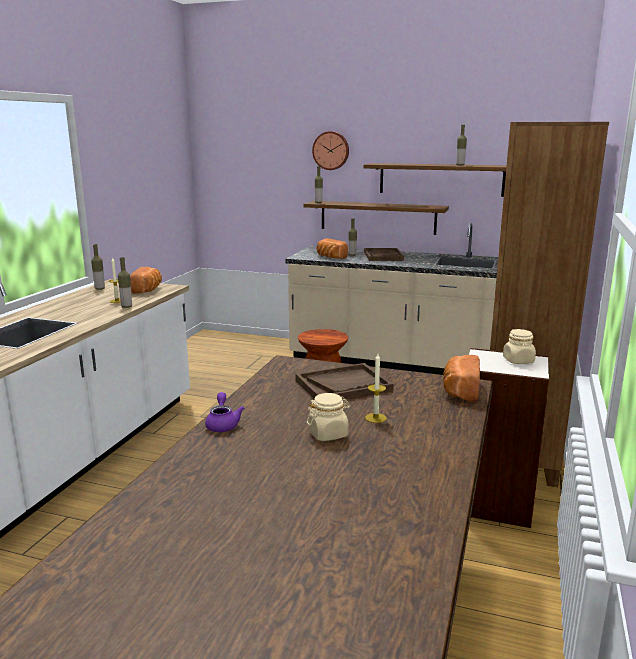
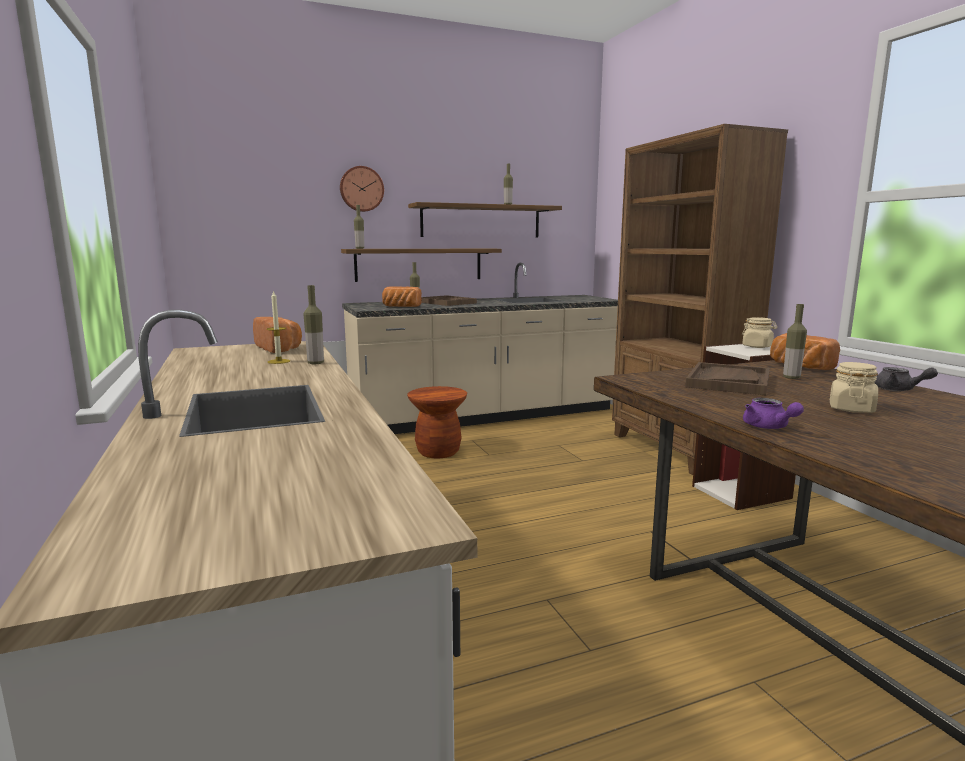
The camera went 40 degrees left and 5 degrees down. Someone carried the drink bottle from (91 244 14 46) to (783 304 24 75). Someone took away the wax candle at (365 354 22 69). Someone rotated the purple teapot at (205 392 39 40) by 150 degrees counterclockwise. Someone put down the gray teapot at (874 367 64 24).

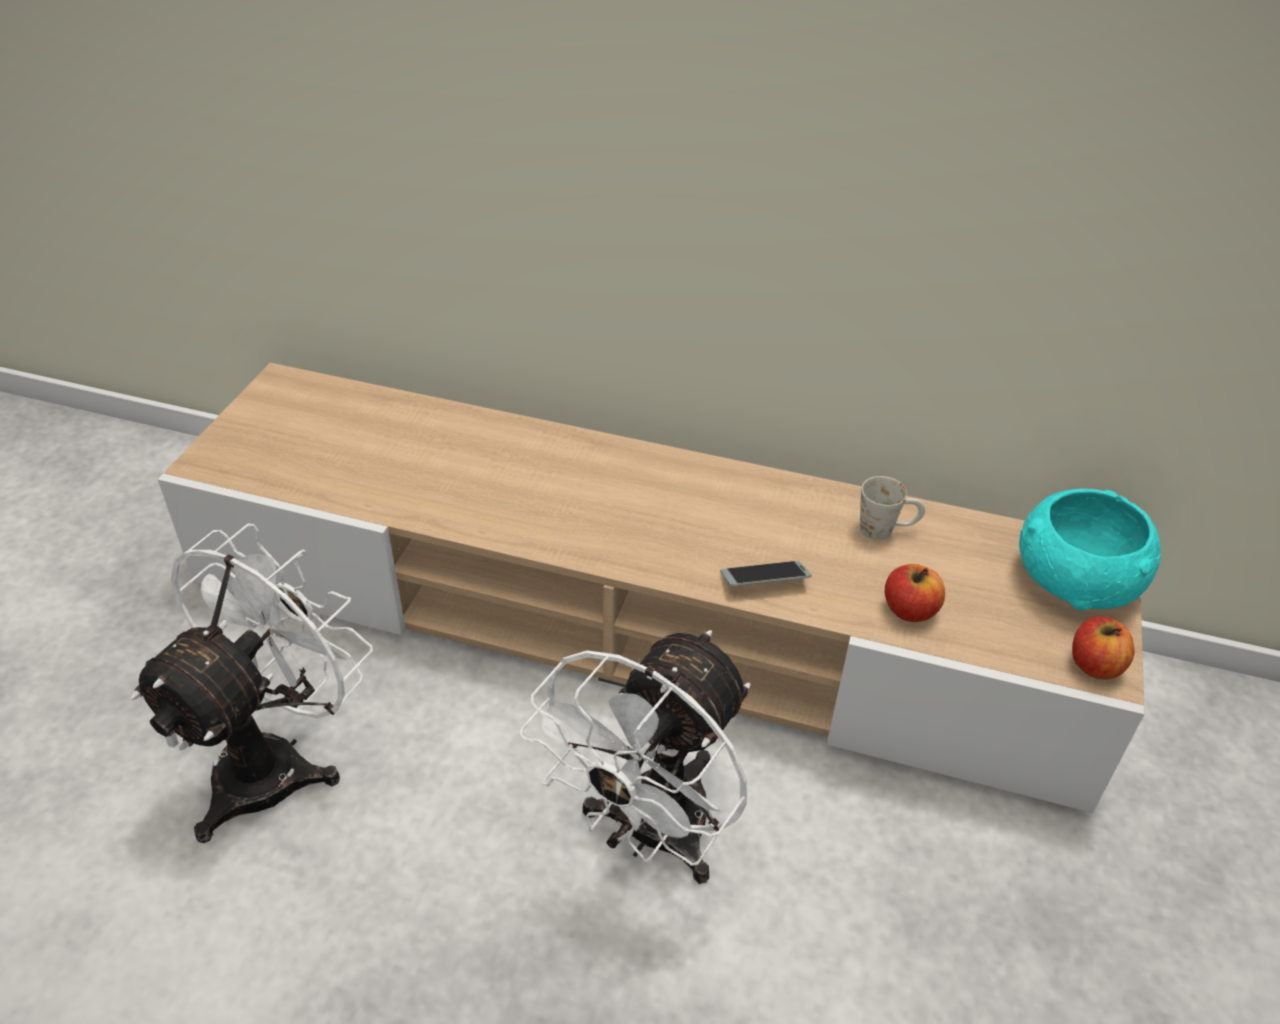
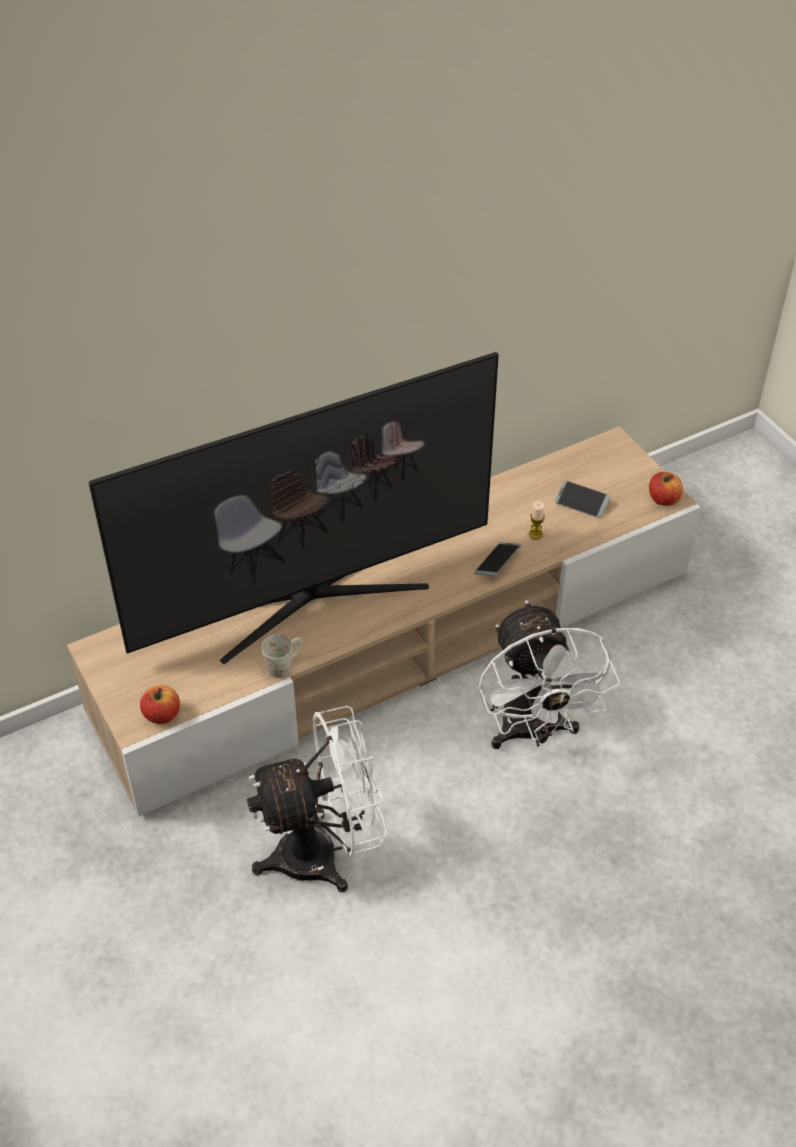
The camera went 45 degrees left and 5 degrees up. Someone carried the whitish coffee mug from (860 476 65 64) to (261 634 41 44). Someone took away the blue-green bowl at (1019 489 142 121). Someone rotated the whitish fan at (130 524 243 319) by 90 degrees clockwise. Someone carried the apple from (885 564 60 58) to (140 685 40 39). Someone put down the television at (89 352 410 312). Someone put down the phone at (555 480 55 38). Someone put down the wax candle at (529 501 16 39).

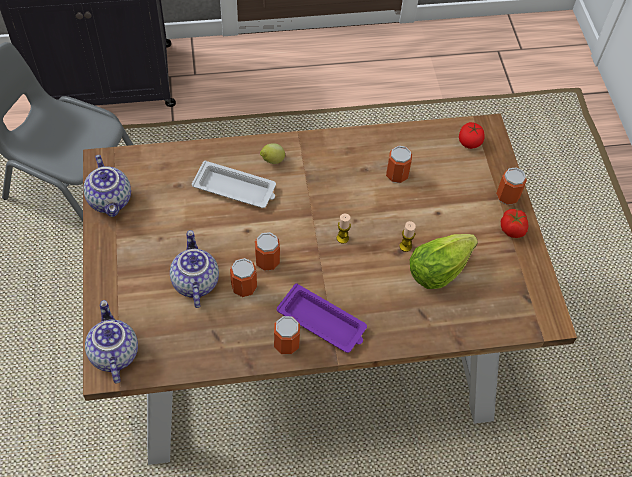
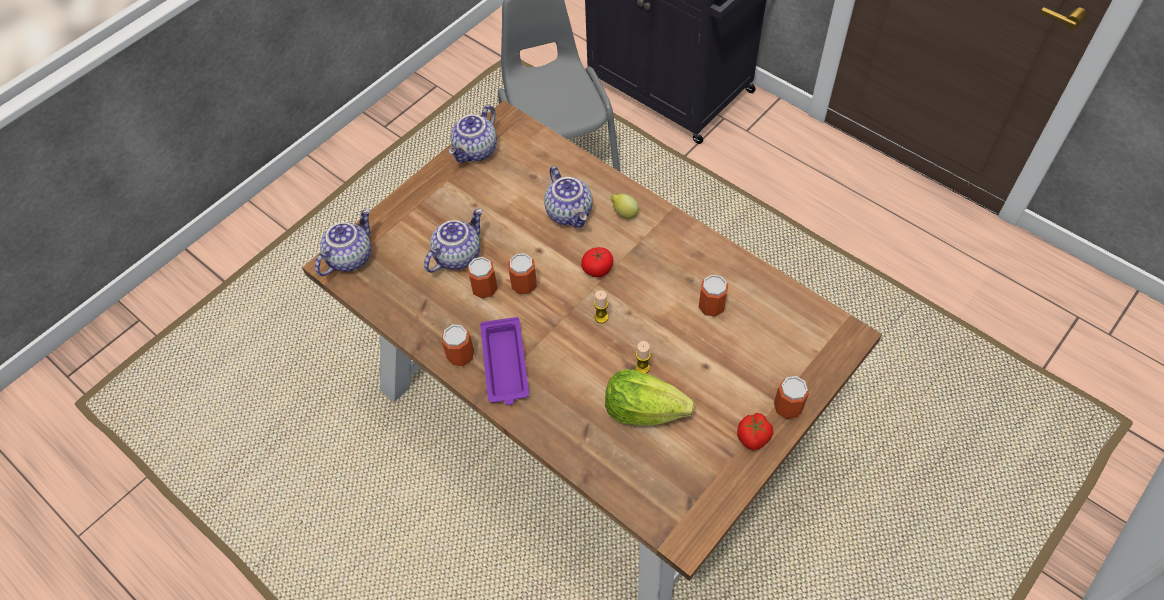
The camera went 55 degrees right and 0 degrees up. Someone carried the whole tomato from (459 122 25 27) to (581 247 33 30). Someone swapped the whitish serving tray at (192 160 84 48) for the teapot at (544 166 49 62).

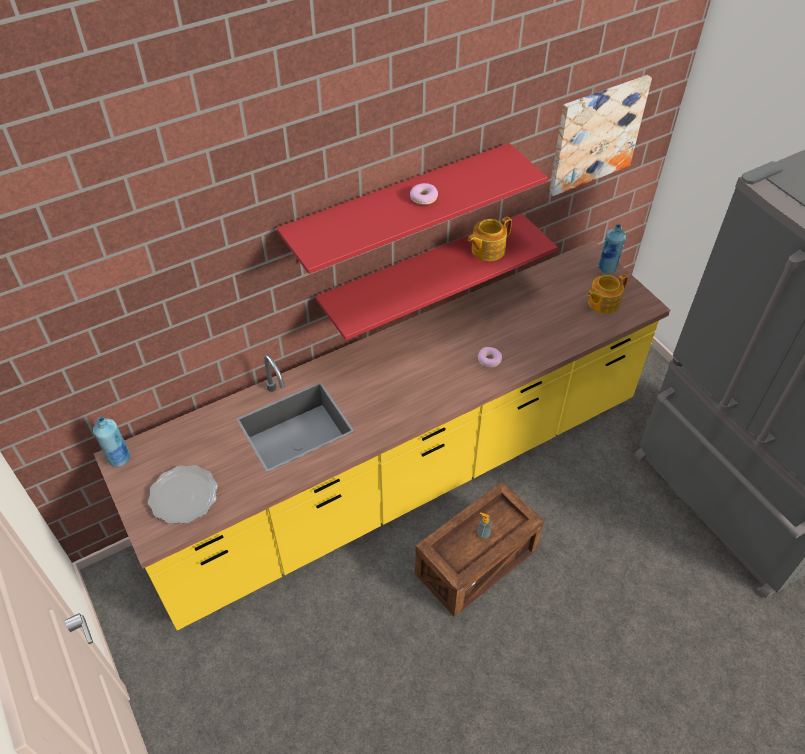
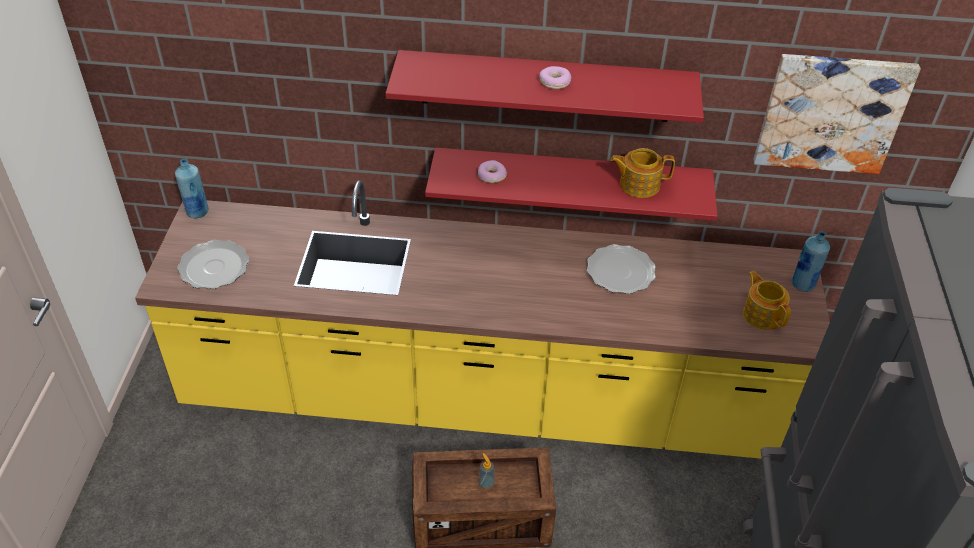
The camera went 35 degrees right and 5 degrees down. Someone rotated the teapot at (587 274 41 40) by 60 degrees clockwise. Someone carried the doughnut from (478 347 24 21) to (478 160 29 23). Someone put down the plate at (587 244 69 50).

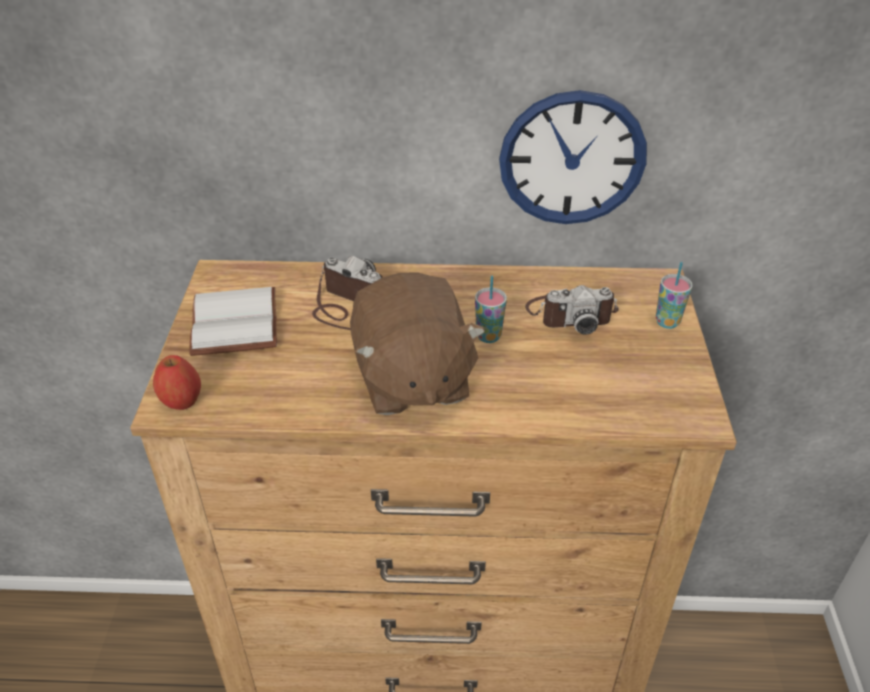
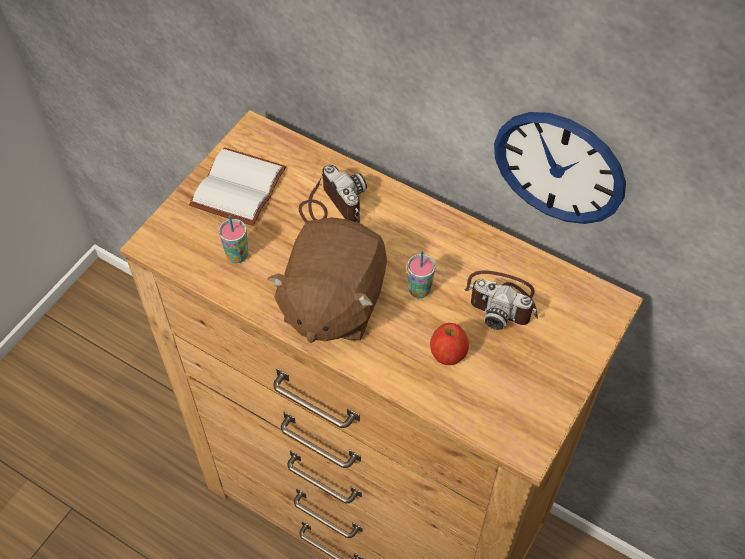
The camera went 30 degrees right and 15 degrees up. Someone carried the drinking cup from (656 262 37 67) to (219 215 29 48). Someone carried the apple from (153 355 48 55) to (430 323 39 42).

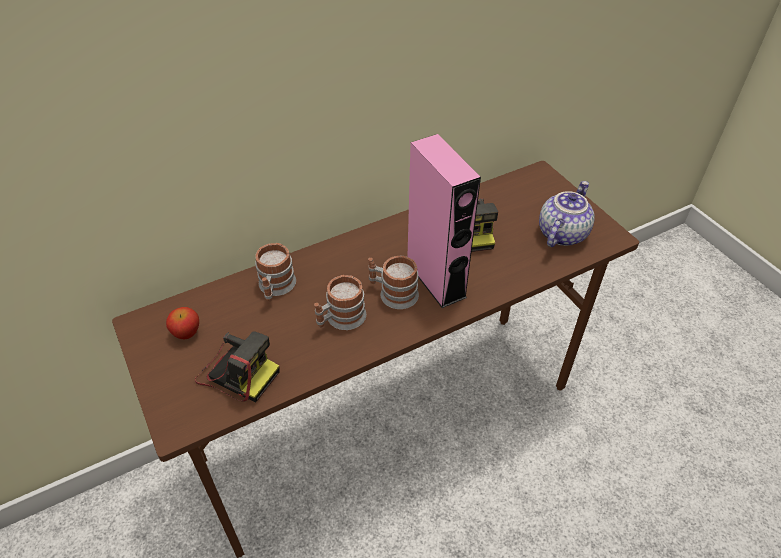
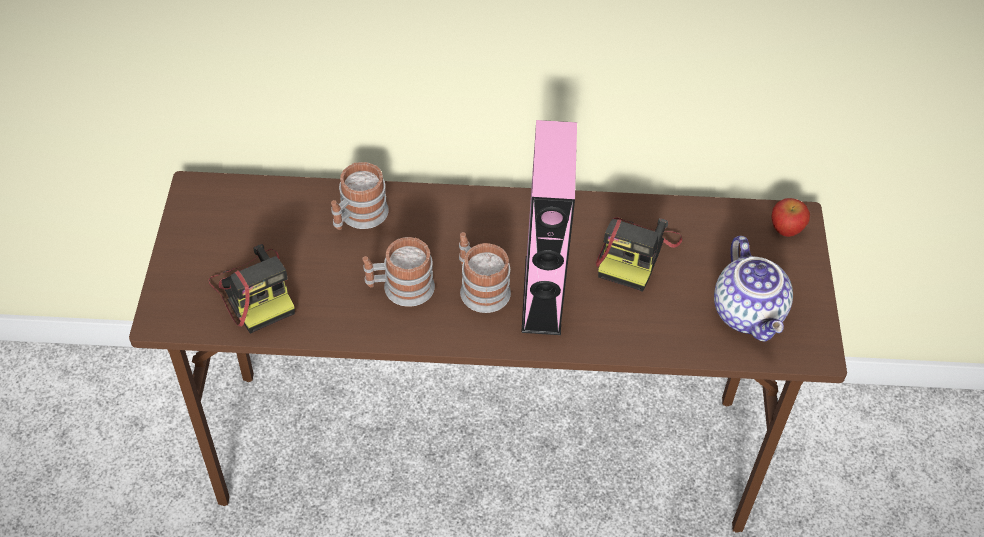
The camera went 30 degrees right and 5 degrees up. Someone rotated the teapot at (539 181 56 66) by 105 degrees clockwise. Someone carried the apple from (166 307 33 33) to (771 198 39 39).

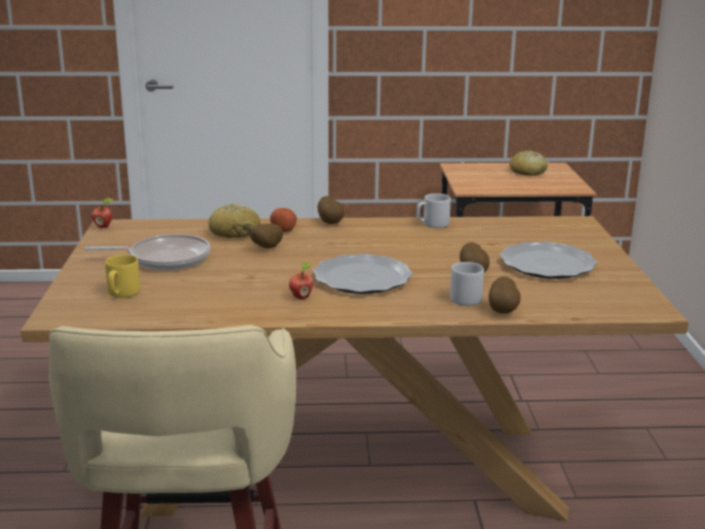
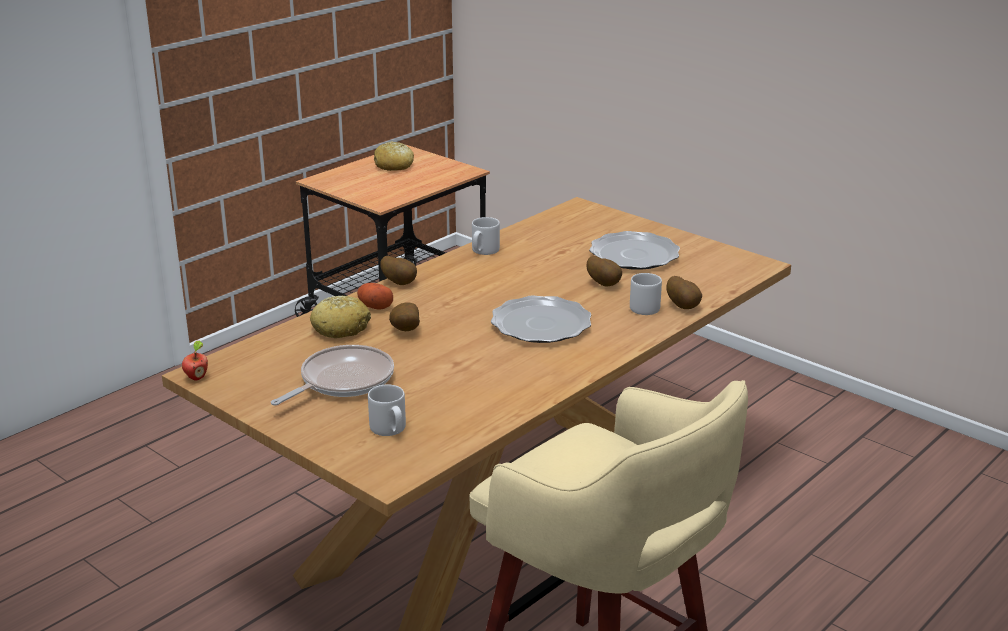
The camera went 45 degrees left and 5 degrees up. Someone repainted the yellowish coffee mug at (105 254 35 44), which became the gray coffee mug at (368 385 38 51). Someone took away the apple at (289 262 24 37).

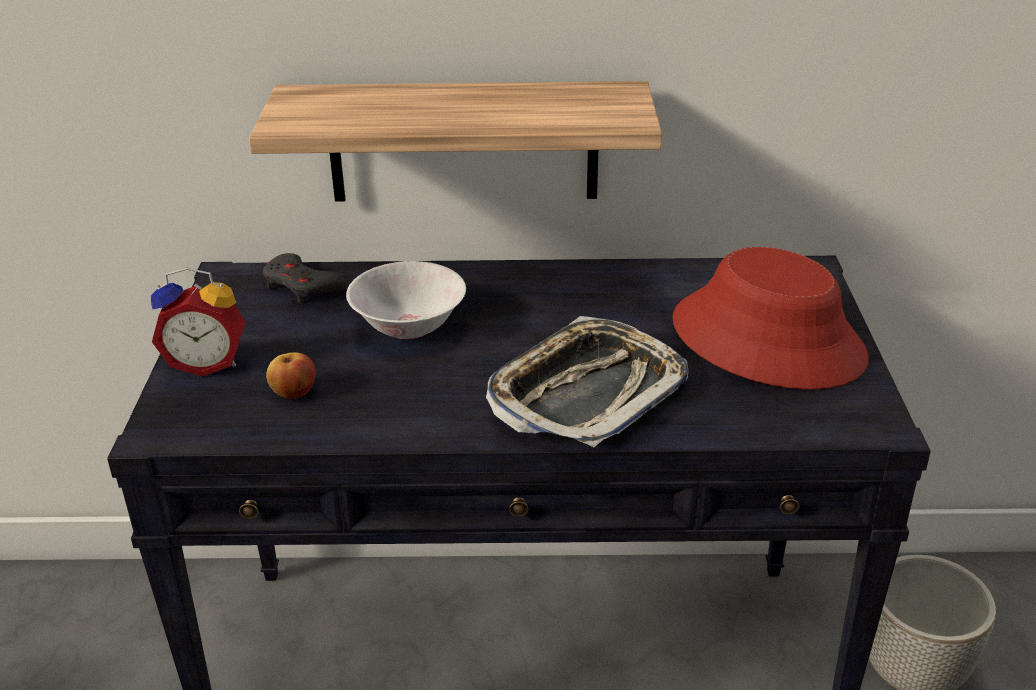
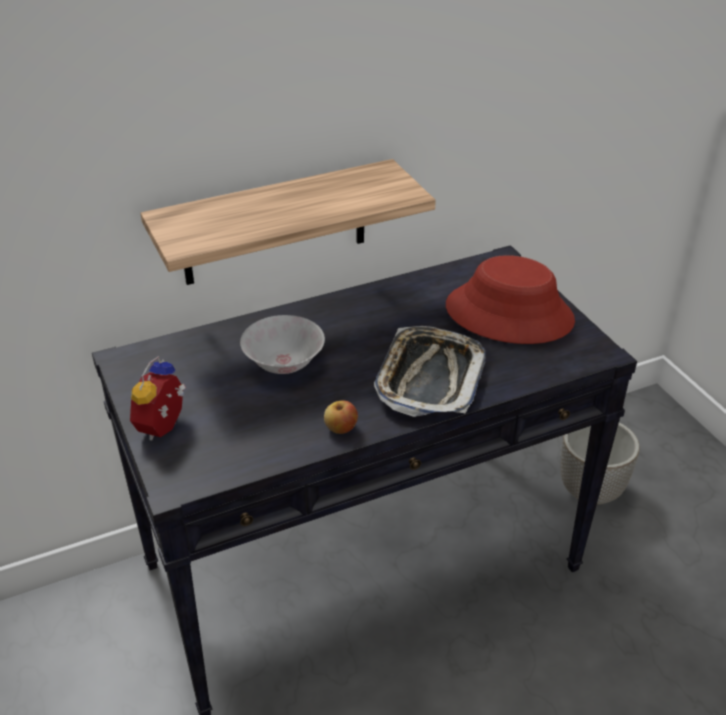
The camera went 25 degrees left and 5 degrees up. Someone took away the gray joypad at (263 253 87 50). Someone rotated the alarm clock at (151 267 95 110) by 135 degrees clockwise. Someone carried the apple from (266 353 49 46) to (324 401 34 33).

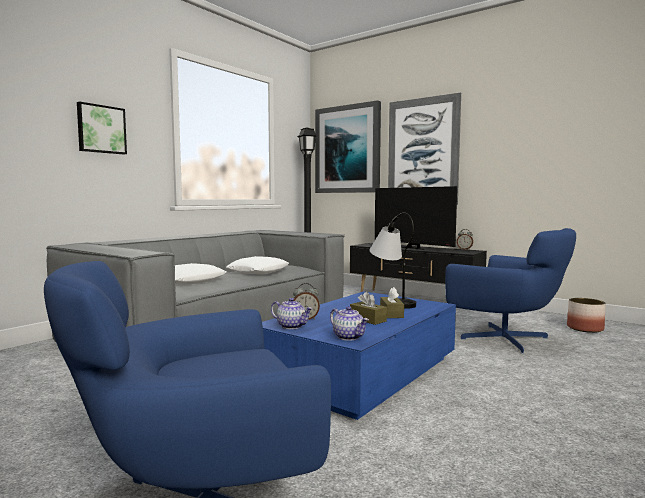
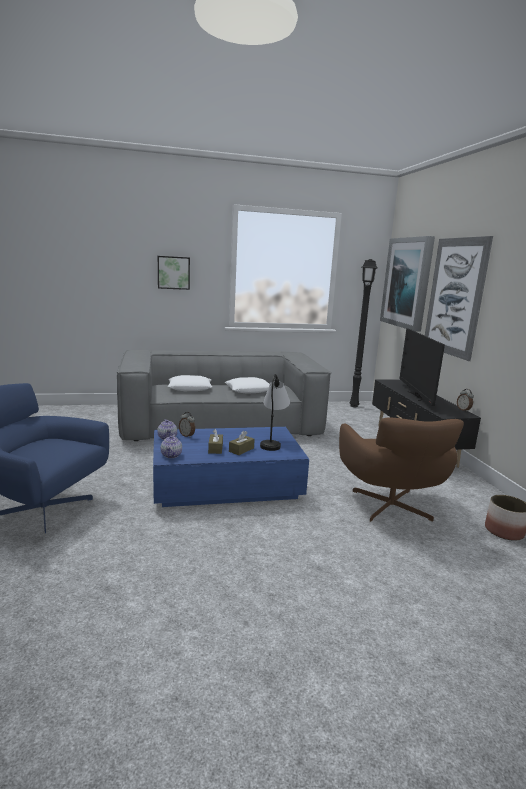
The camera went 40 degrees right and 10 degrees up. Someone repainted the blue armchair at (445 228 131 125), which became the brownish armchair at (339 417 125 105).

